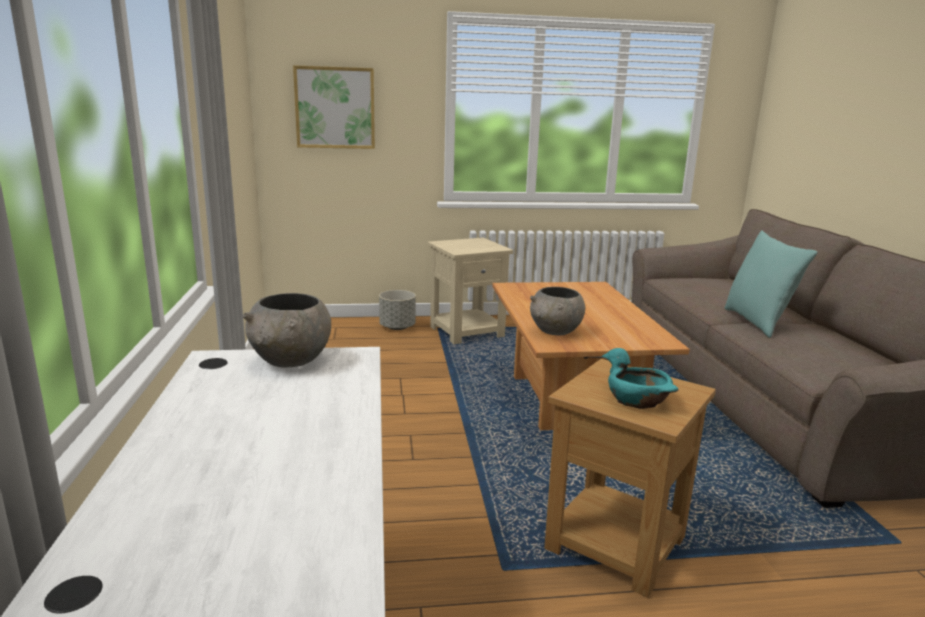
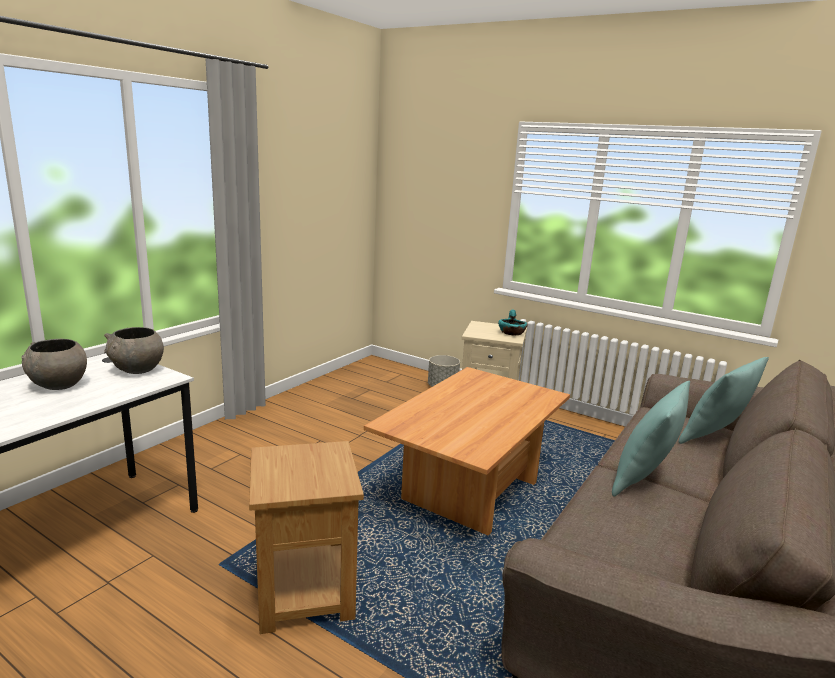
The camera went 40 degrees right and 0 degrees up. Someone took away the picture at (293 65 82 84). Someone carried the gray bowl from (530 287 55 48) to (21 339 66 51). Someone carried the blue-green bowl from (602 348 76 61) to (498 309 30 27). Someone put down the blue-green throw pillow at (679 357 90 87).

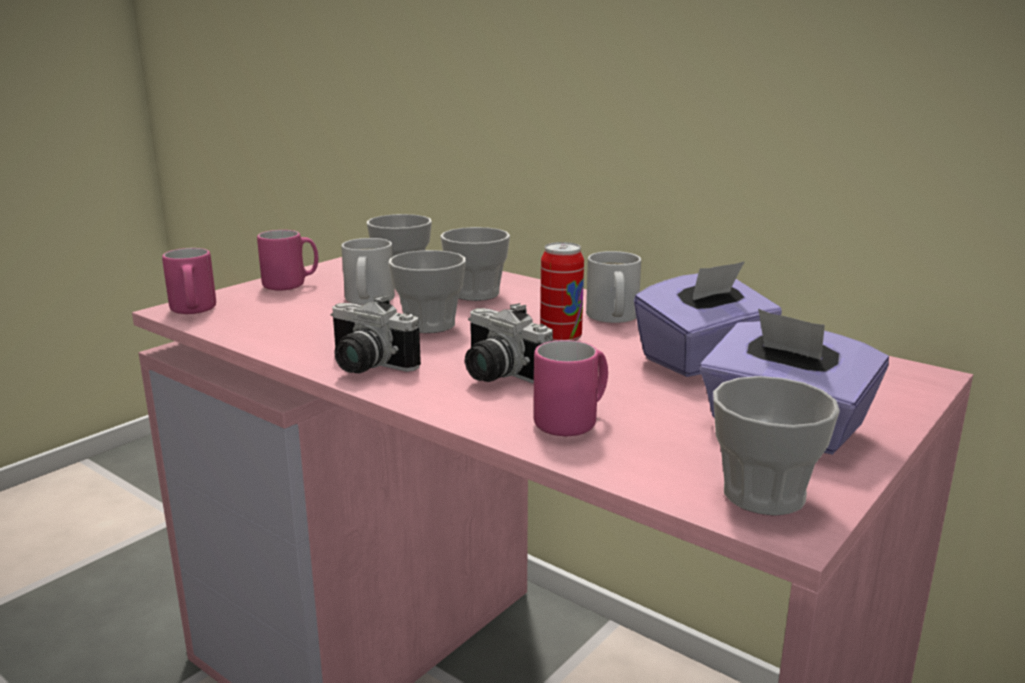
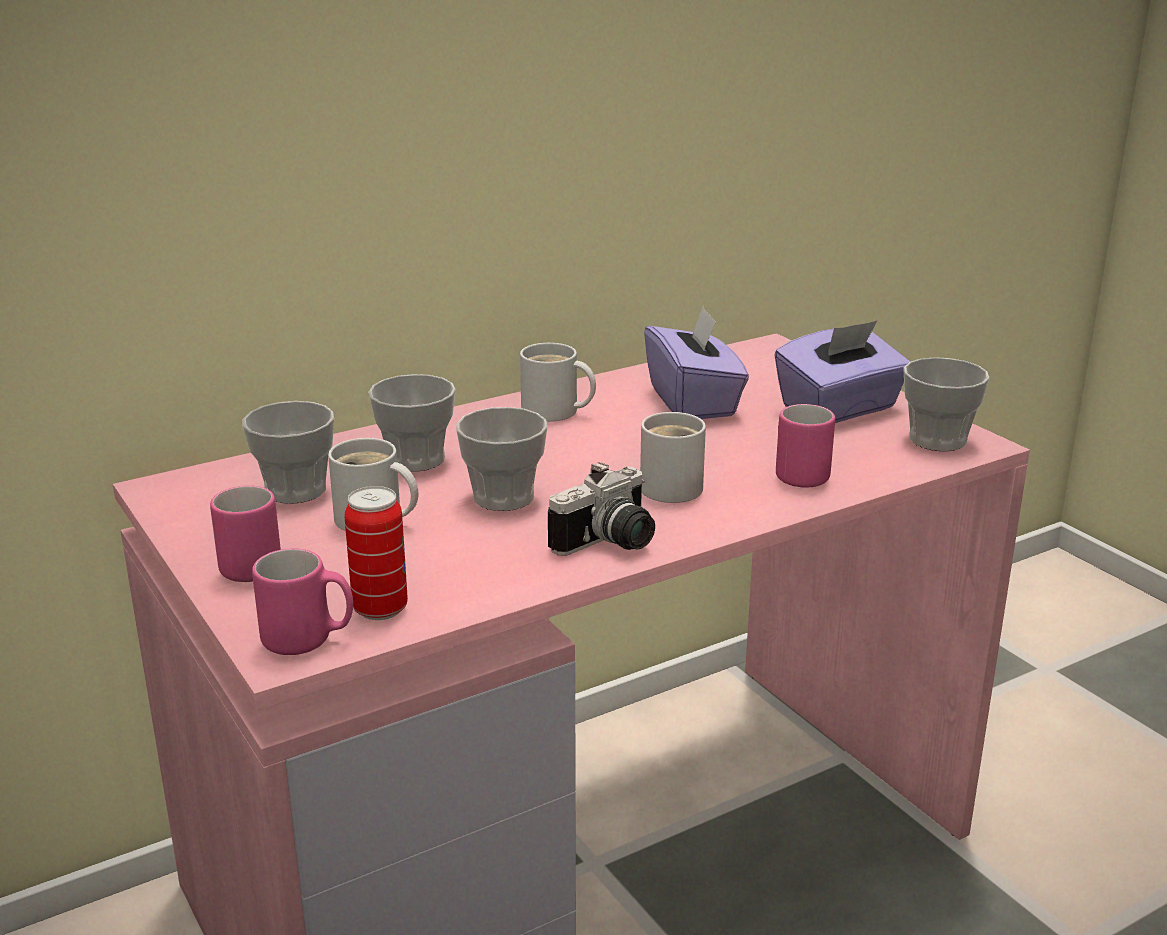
The camera went 70 degrees left and 5 degrees up. Someone carried the sealed can from (540 242 44 99) to (344 486 64 134). Someone swapped the photo camera at (465 303 88 81) for the whitish coffee mug at (640 412 66 91).

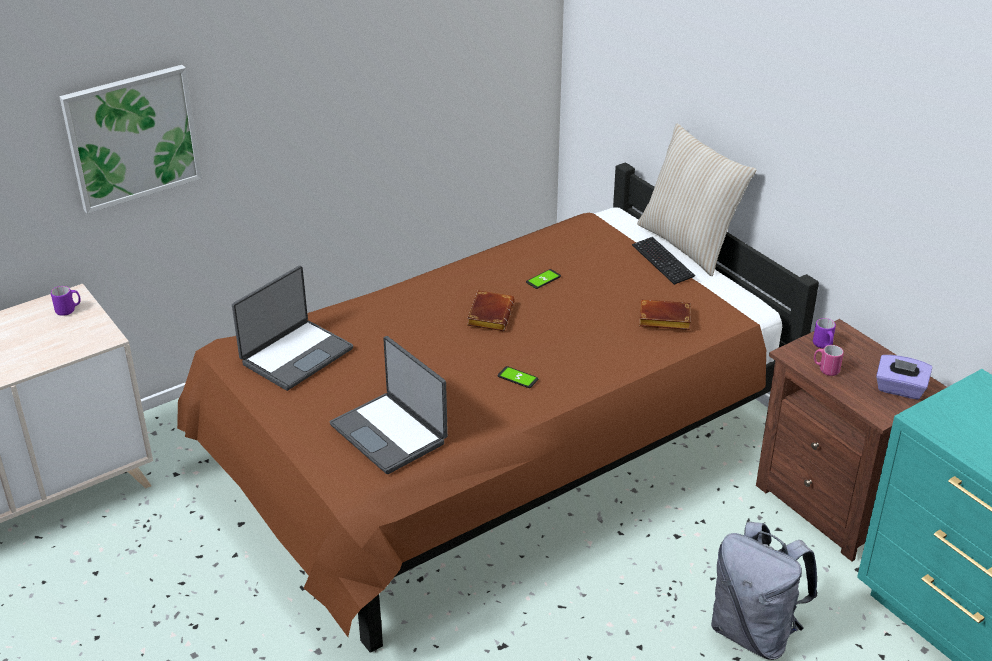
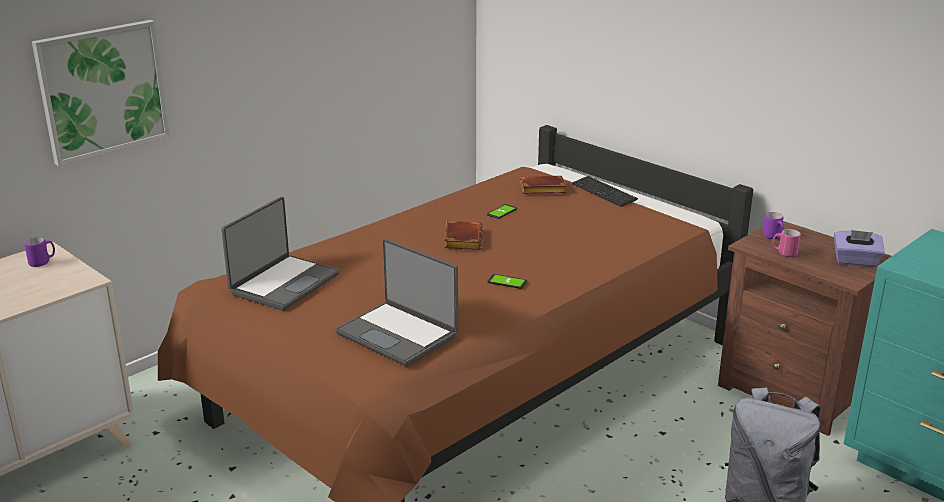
The camera went 10 degrees left and 10 degrees down. Someone took away the beige-coloured throw pillow at (637 124 119 152). Someone carried the brownish book from (639 300 52 30) to (520 176 46 18).

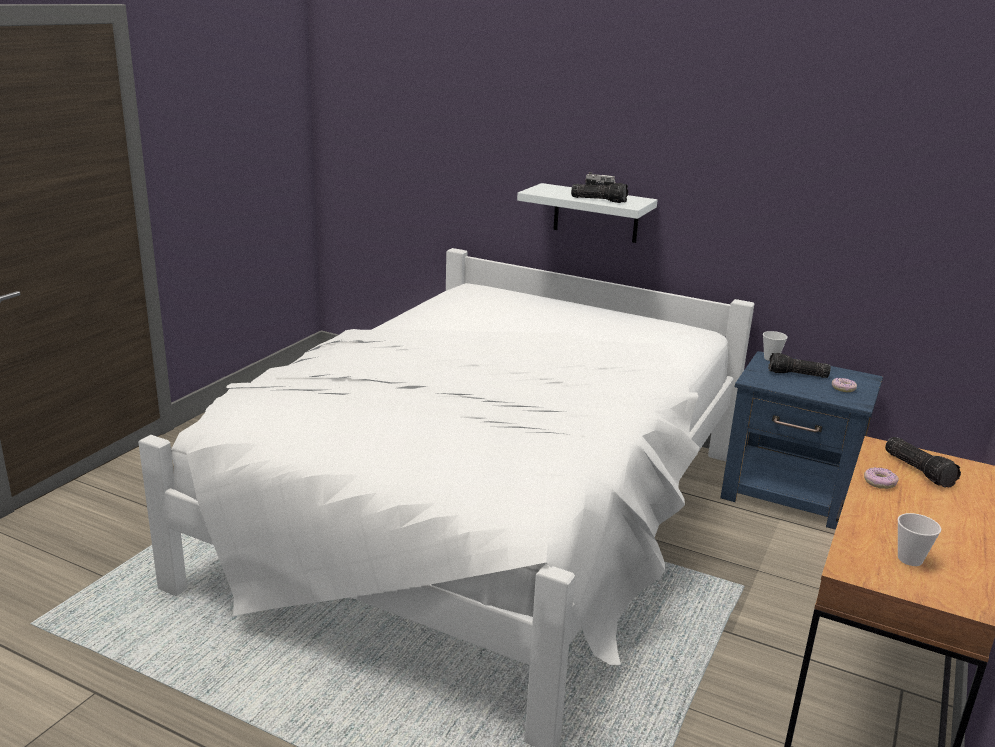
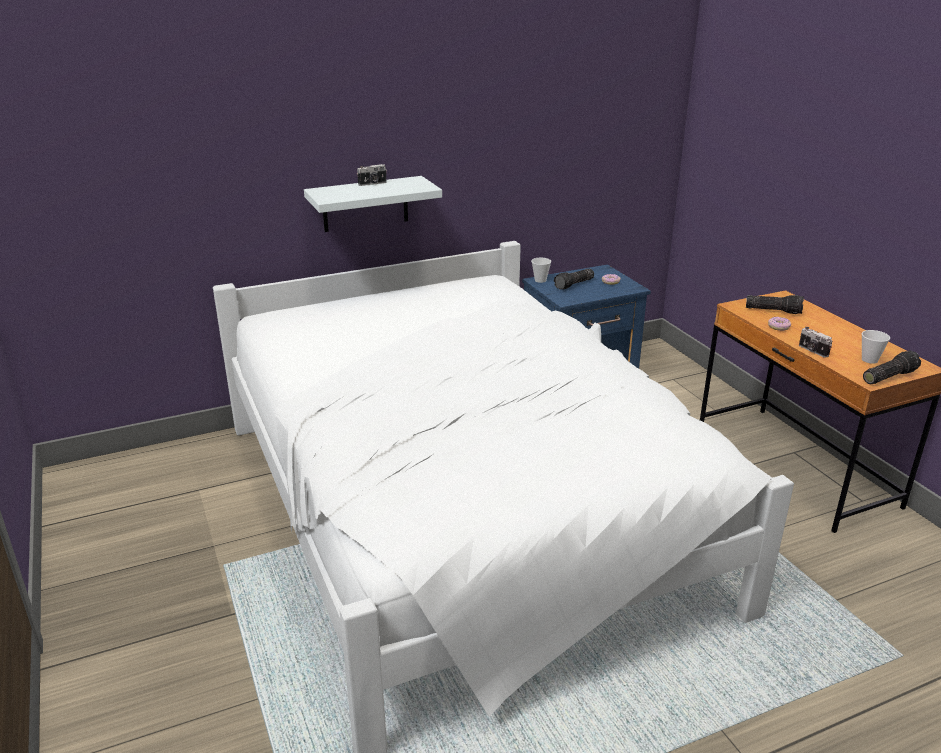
The camera went 50 degrees left and 5 degrees up. Someone carried the flashlight from (571 183 57 20) to (863 351 58 33). Someone put down the photo camera at (799 327 33 31).

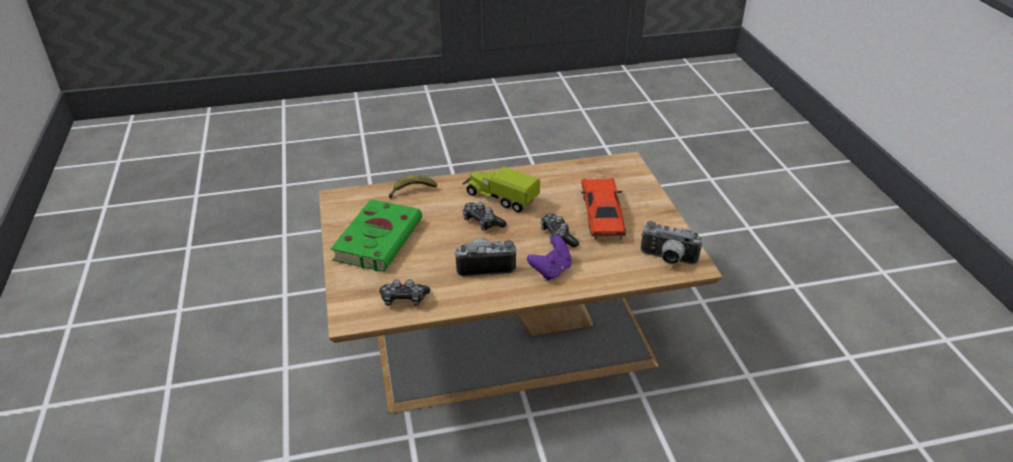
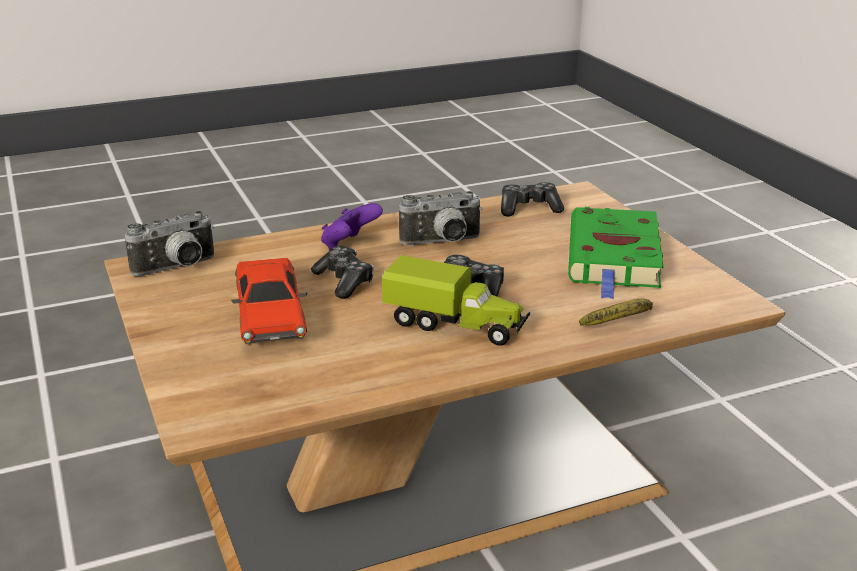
The camera went 170 degrees right and 10 degrees down. Someone rotated the photo camera at (640 221 63 44) by 135 degrees clockwise.

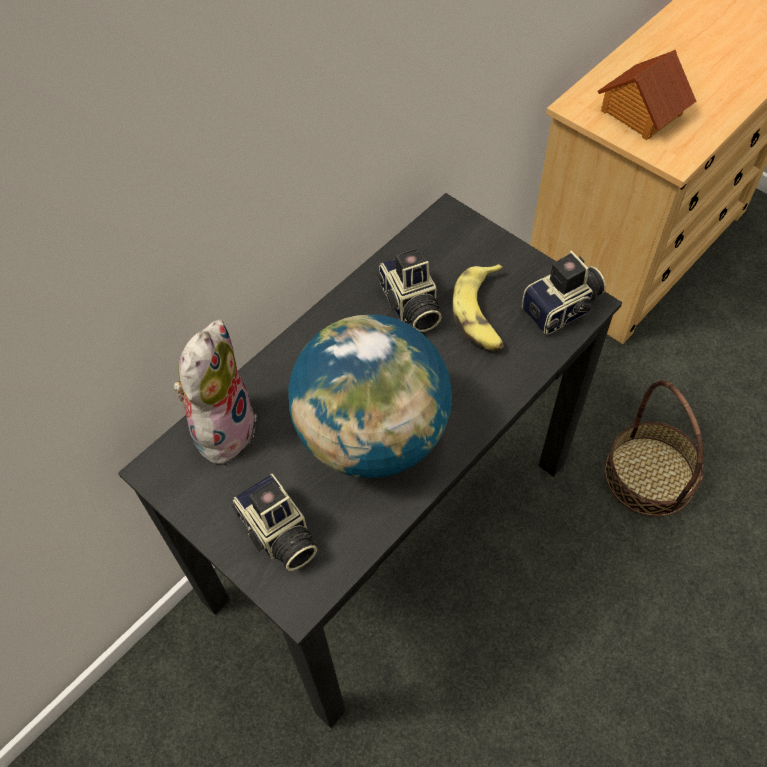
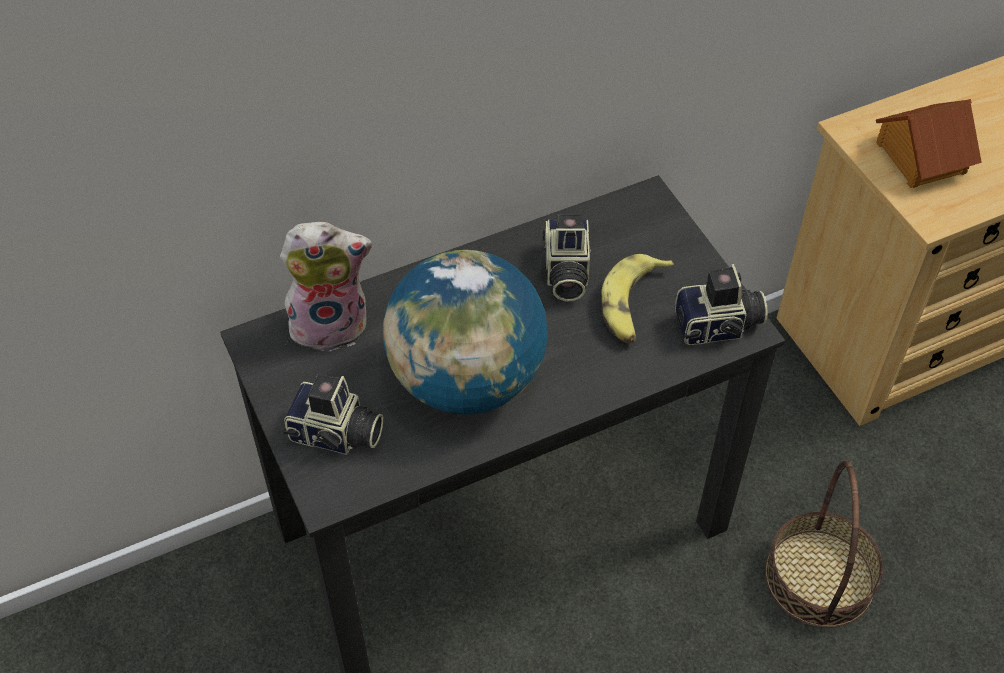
The camera went 20 degrees right and 5 degrees down. Someone rotated the soft toy at (173 319 84 147) by 45 degrees clockwise. Someone rotated the photo camera at (231 473 86 98) by 60 degrees counterclockwise.

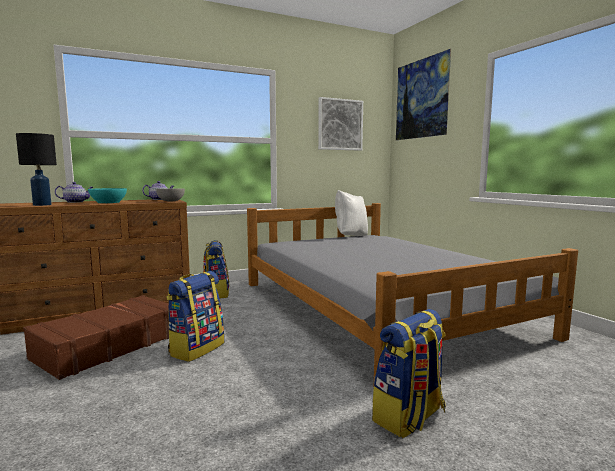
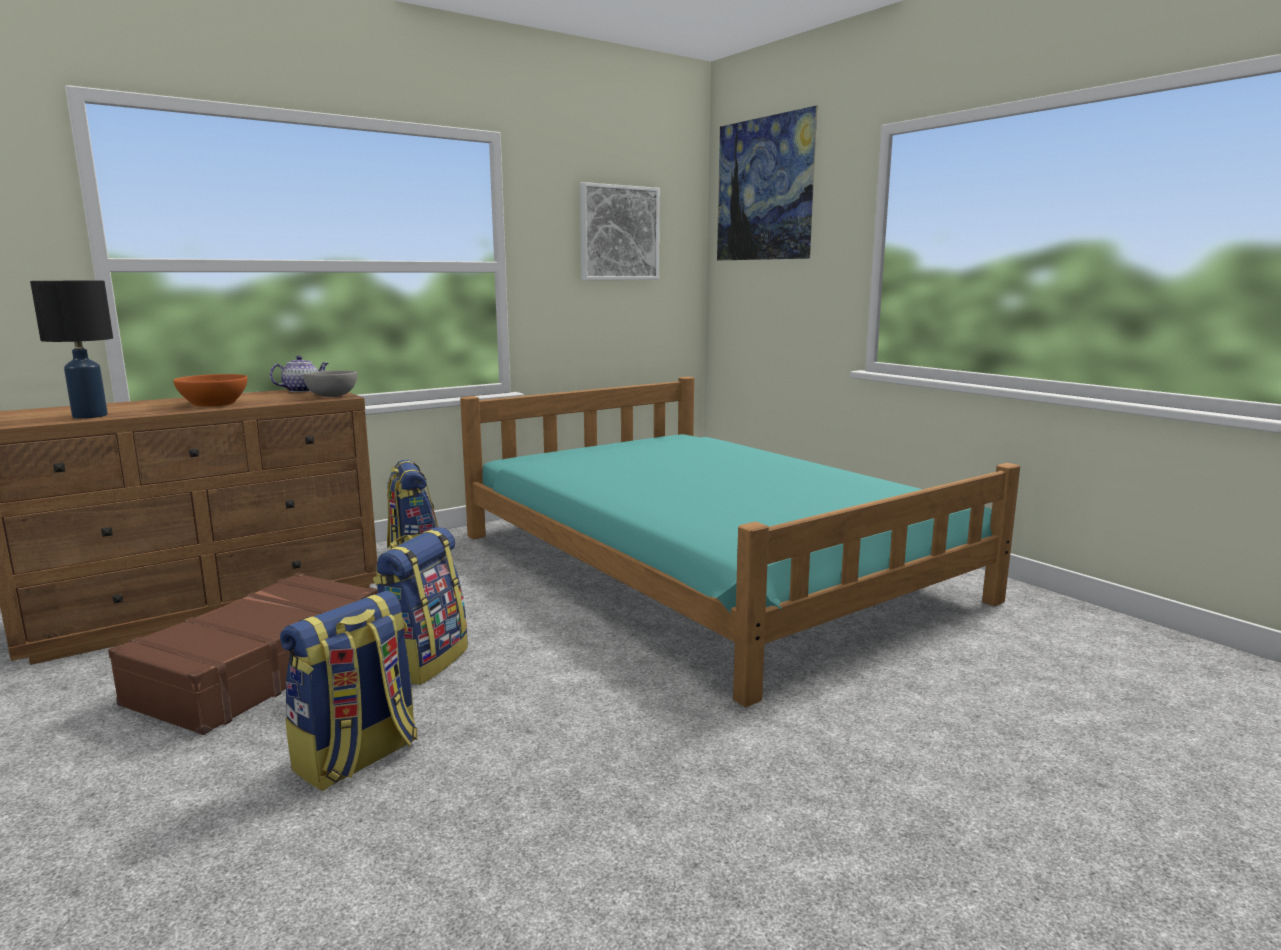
The camera went 10 degrees left and 5 degrees up. Someone took away the teapot at (55 182 38 21). Someone repainted the blue-green bowl at (88 188 39 15), which became the orangey bowl at (173 374 75 33). Someone took away the whitish throw pillow at (335 190 33 46). Someone repainted the gray bed at (247 203 331 175), which became the blue-green bed at (460 376 560 331). Someone carried the knapsack from (372 309 74 129) to (280 591 138 200).

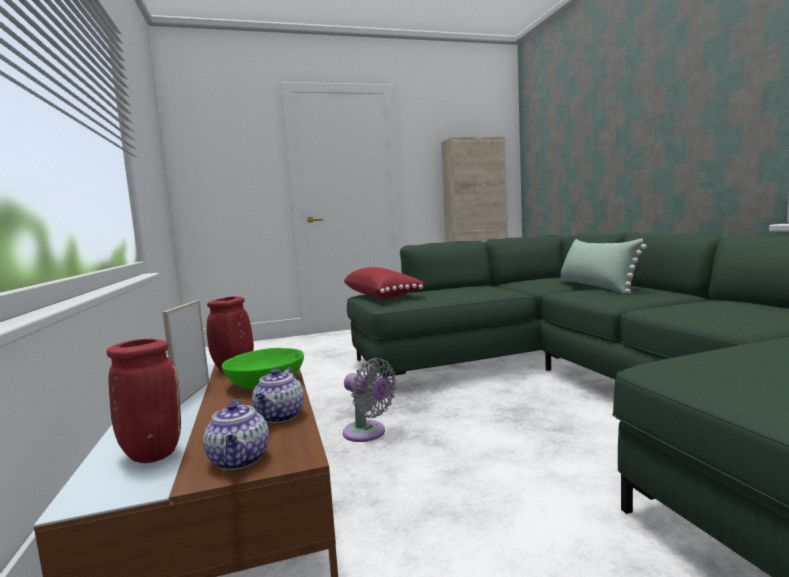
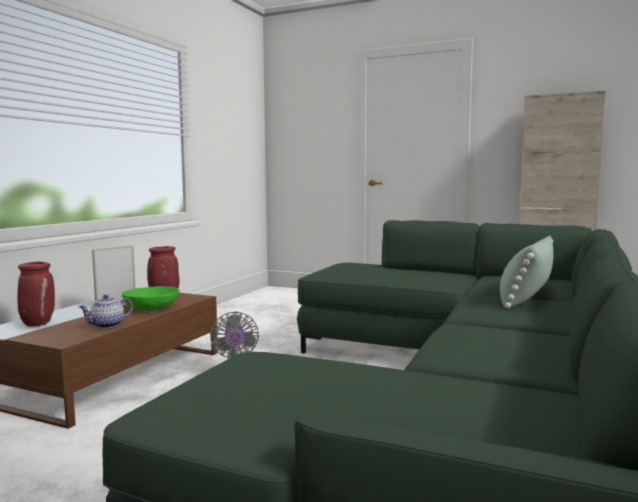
The camera went 40 degrees right and 0 degrees up. Someone took away the reddish throw pillow at (344 267 81 31). Someone took away the teapot at (203 400 66 70).

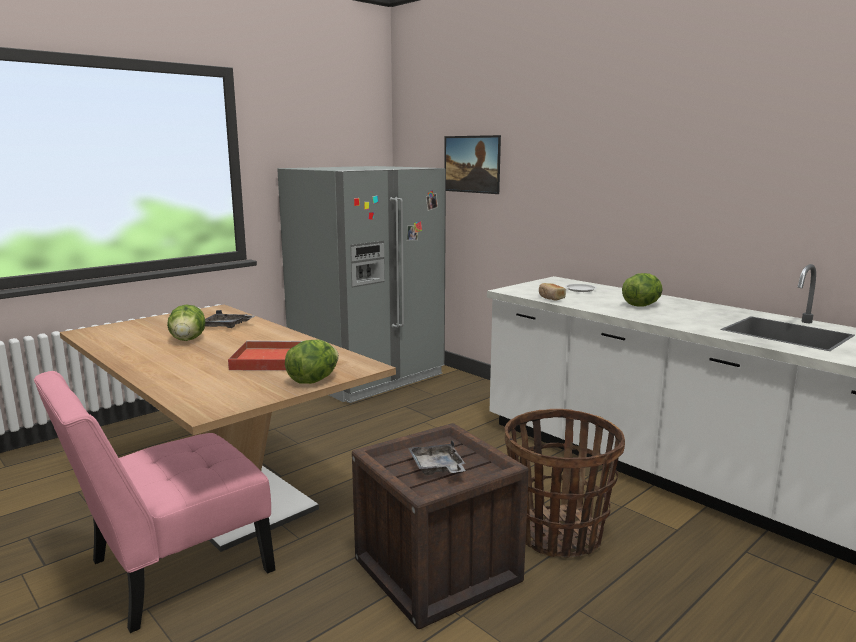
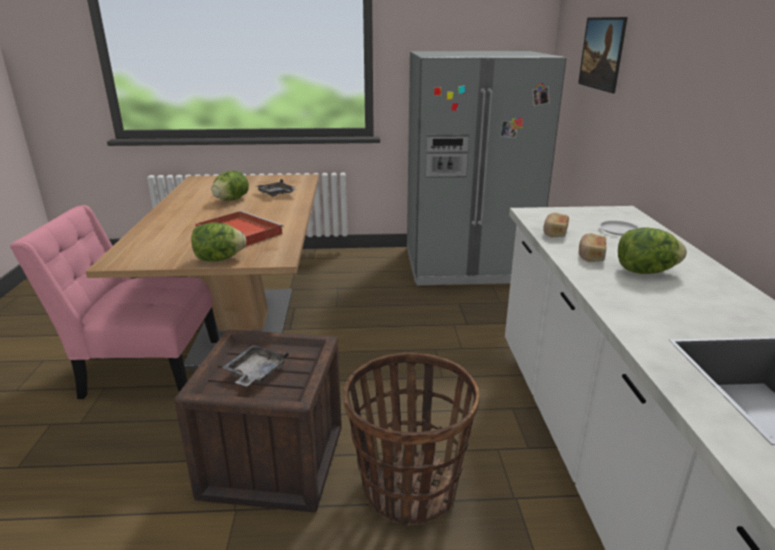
The camera went 40 degrees right and 10 degrees up. Someone put down the bakery bread at (579 233 27 29).

